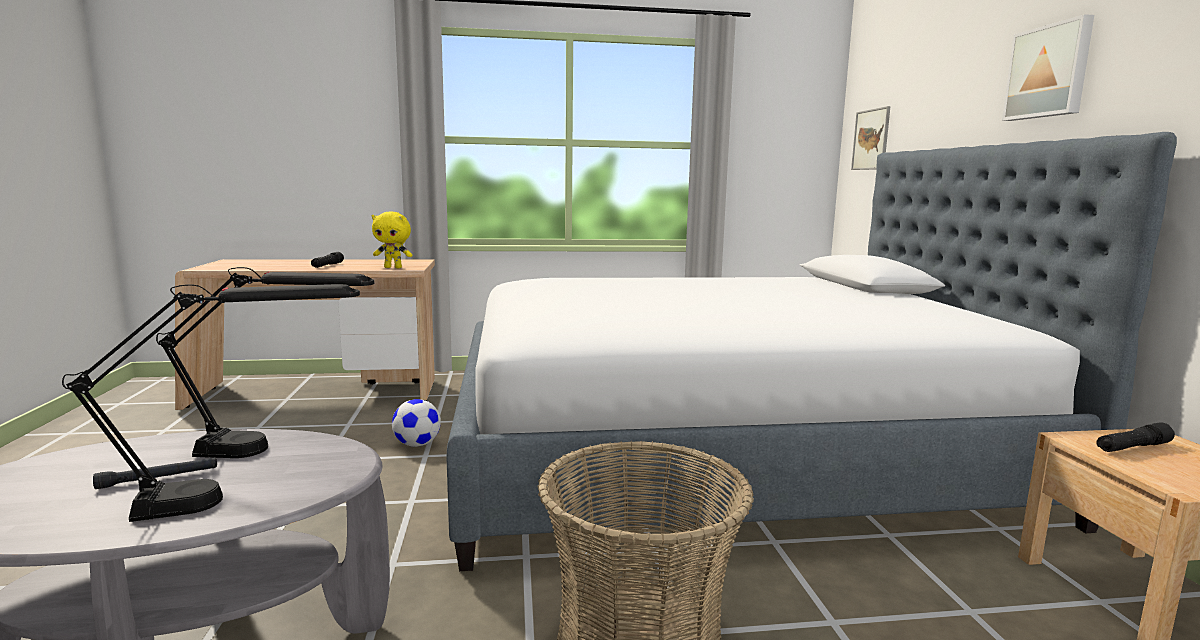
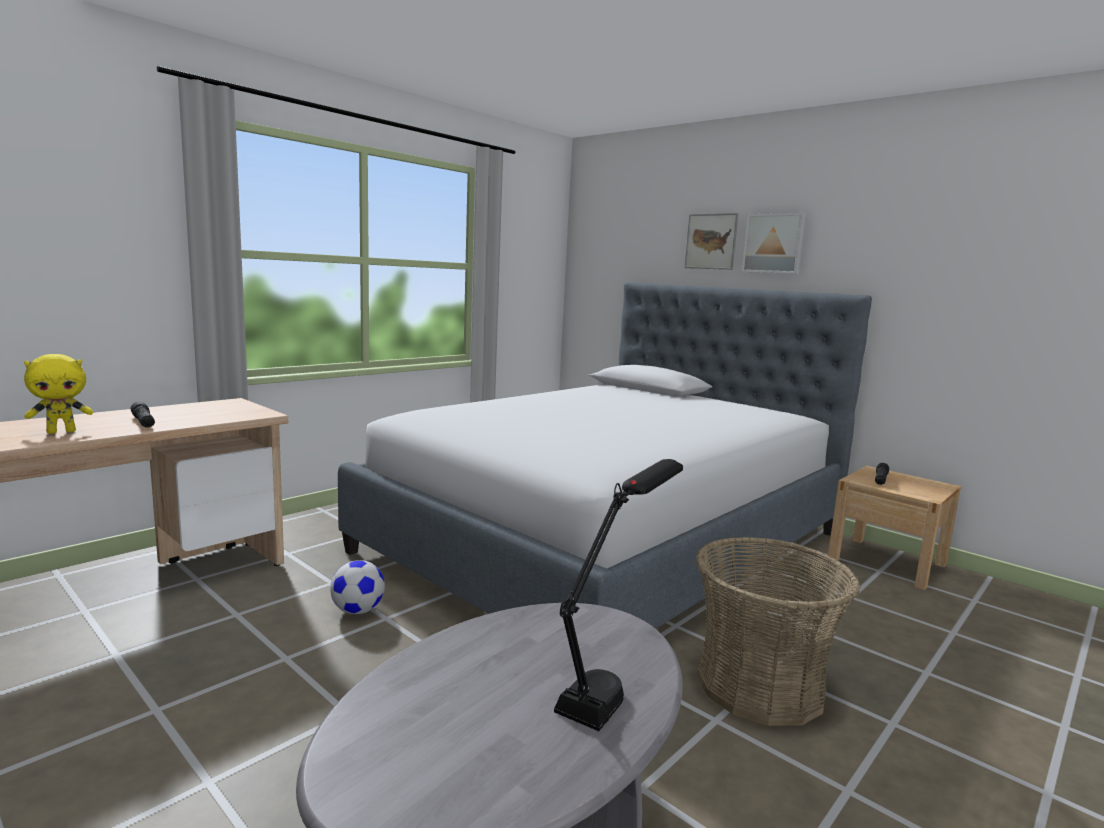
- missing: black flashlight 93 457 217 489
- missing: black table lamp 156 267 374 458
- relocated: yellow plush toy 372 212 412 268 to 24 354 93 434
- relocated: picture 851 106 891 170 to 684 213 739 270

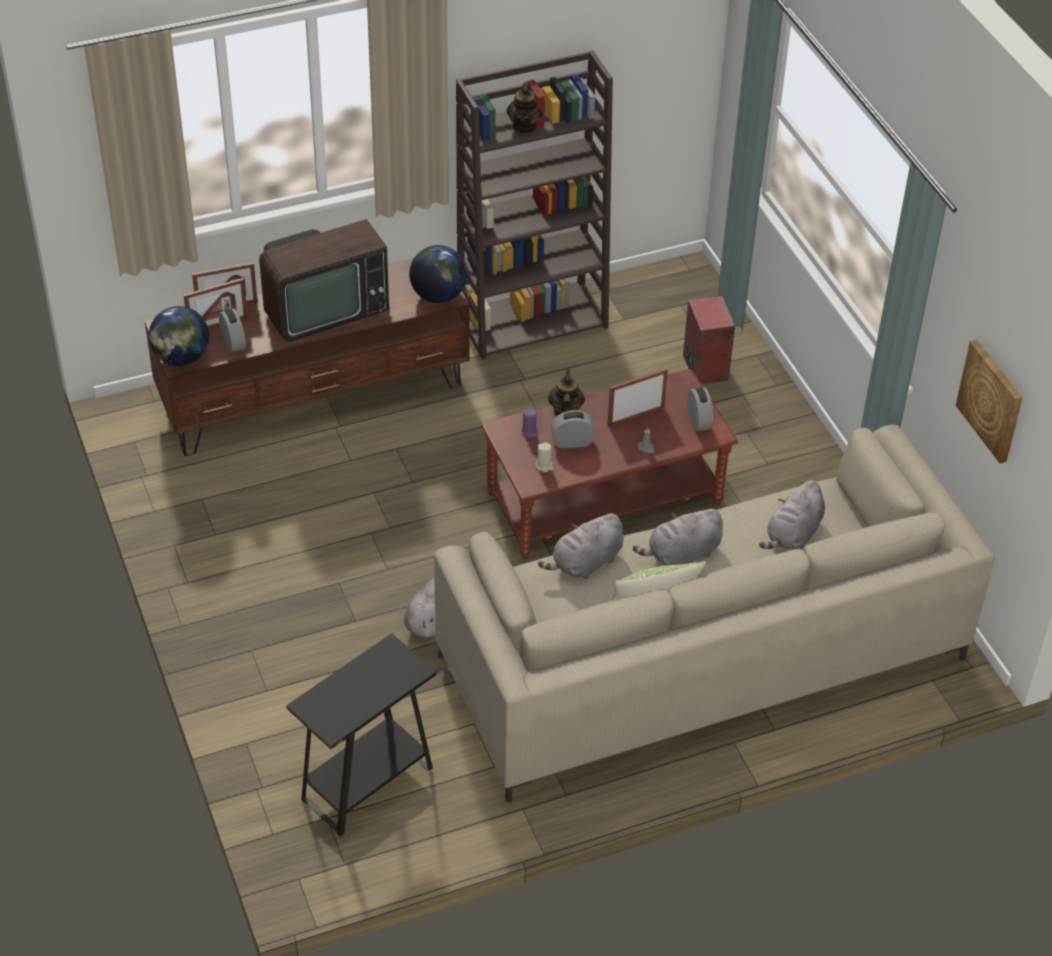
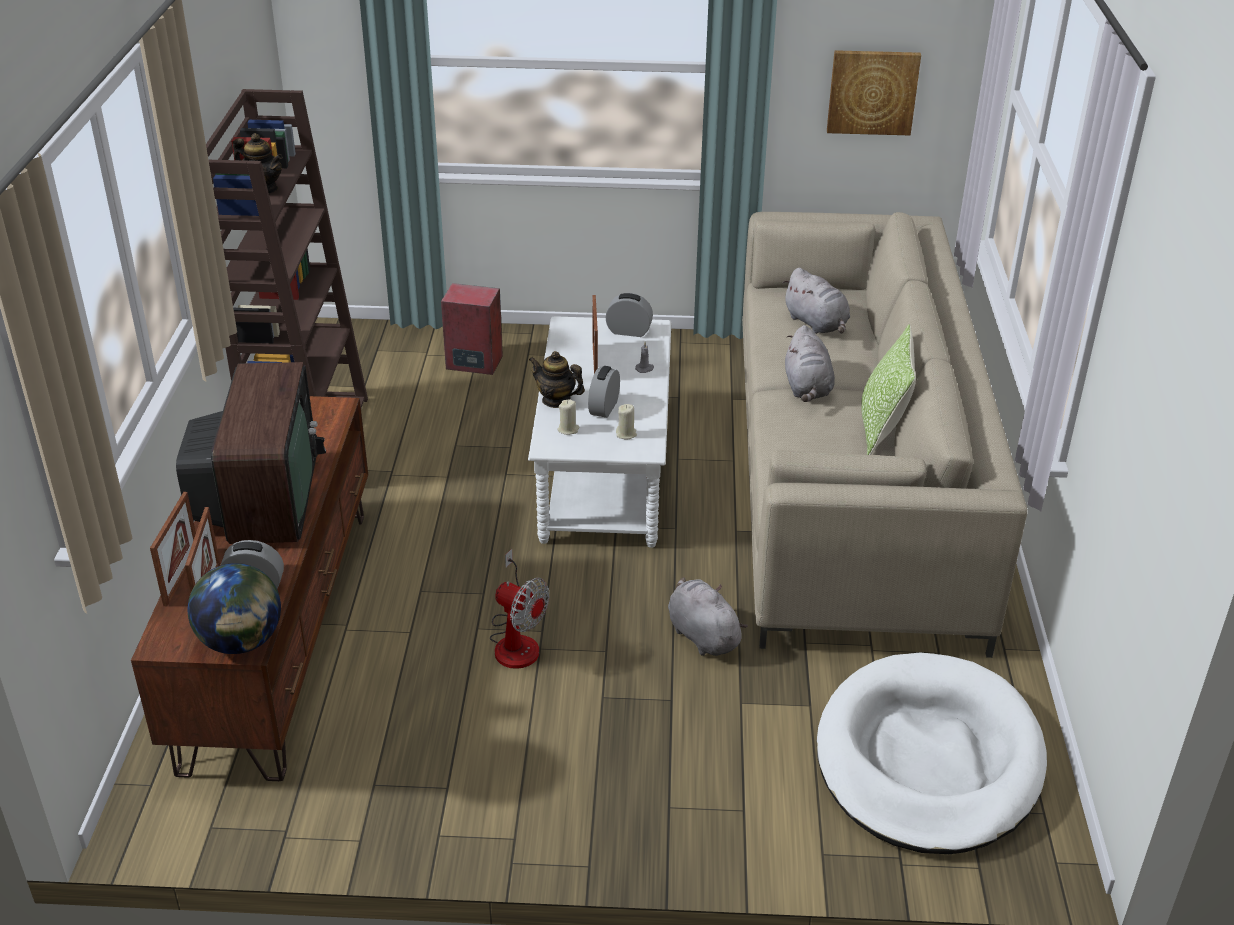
- exchanged: black side table 286 633 436 836 to white dog bed 817 653 1047 854
- missing: globe 409 245 467 303
- colour: brown coffee table 481 369 738 559 to white coffee table 528 316 671 548
- colour: purple candle 521 409 538 438 to beige candle 557 399 579 435
- missing: grey plush toy 538 514 623 579
- appeared: fan 490 549 549 669

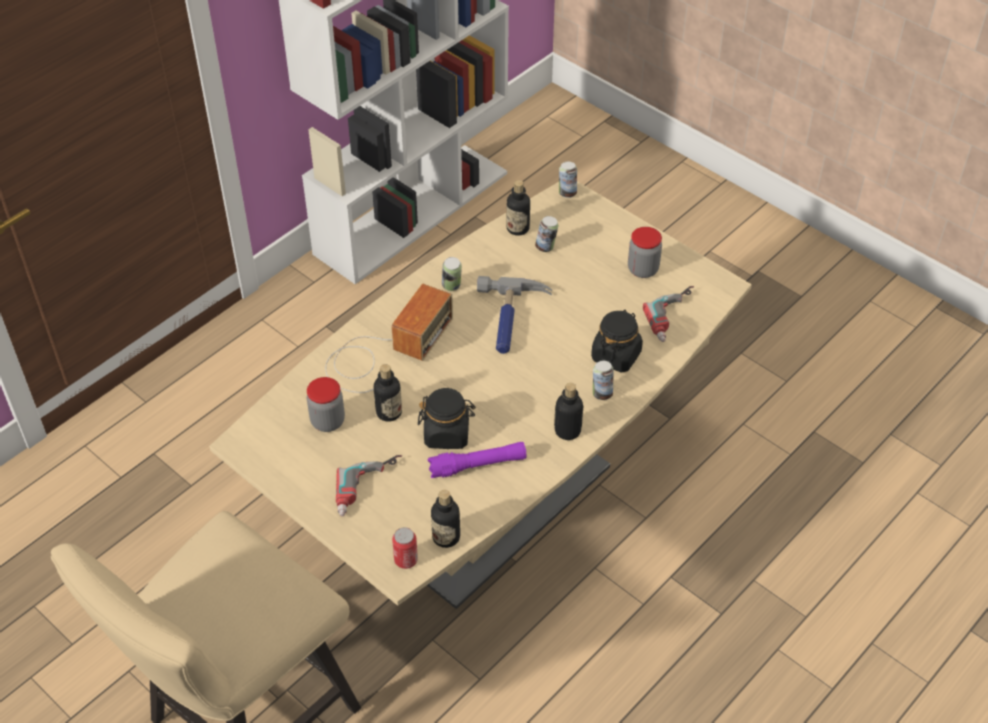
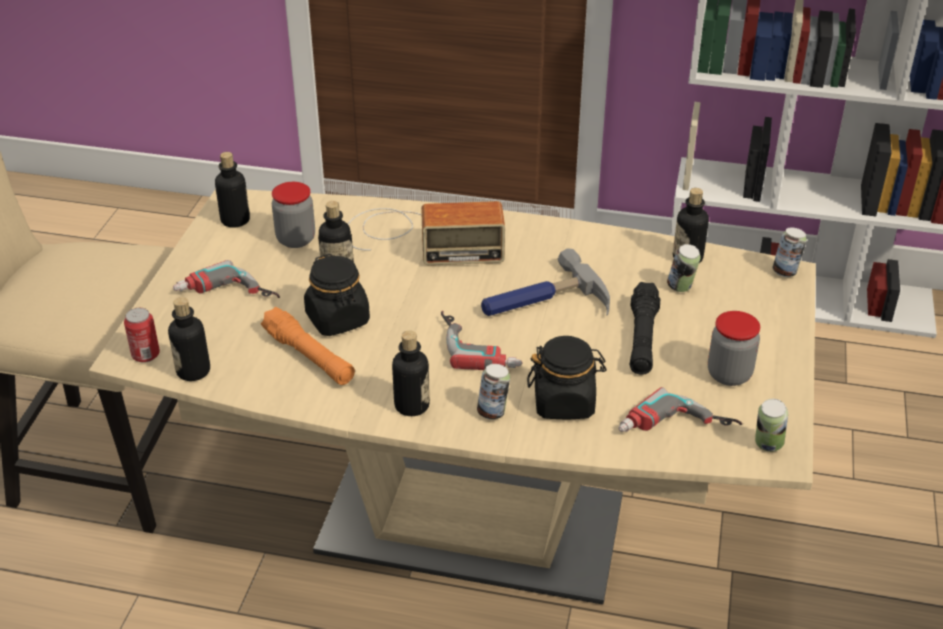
- colour: purple flashlight 428 442 527 478 to orange flashlight 261 307 355 385
- relocated: can 442 257 462 291 to 755 399 788 452
- appeared: bottle 215 152 250 228
- appeared: power drill 441 311 522 370
- appeared: black flashlight 630 282 660 375

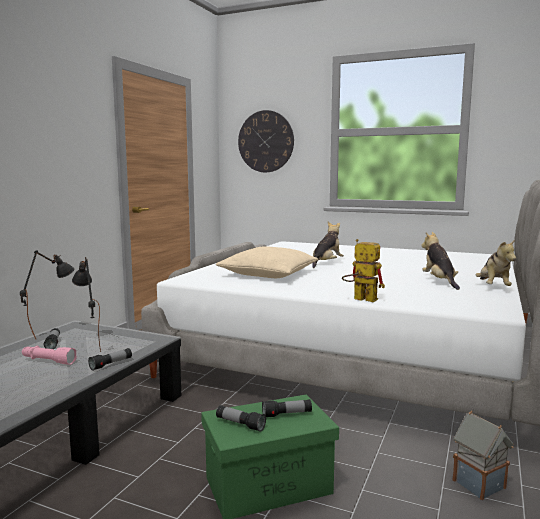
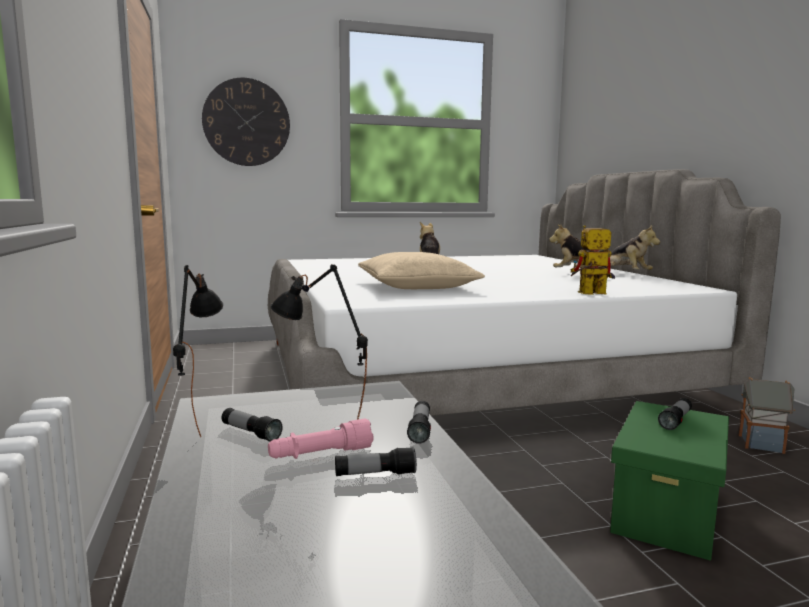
- relocated: flashlight 216 405 266 432 to 335 447 417 476

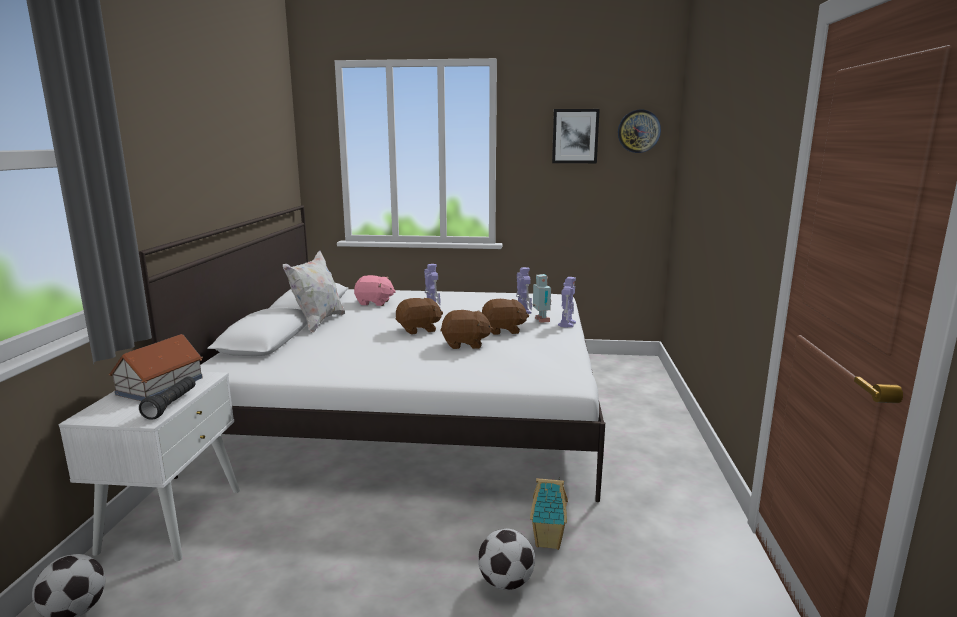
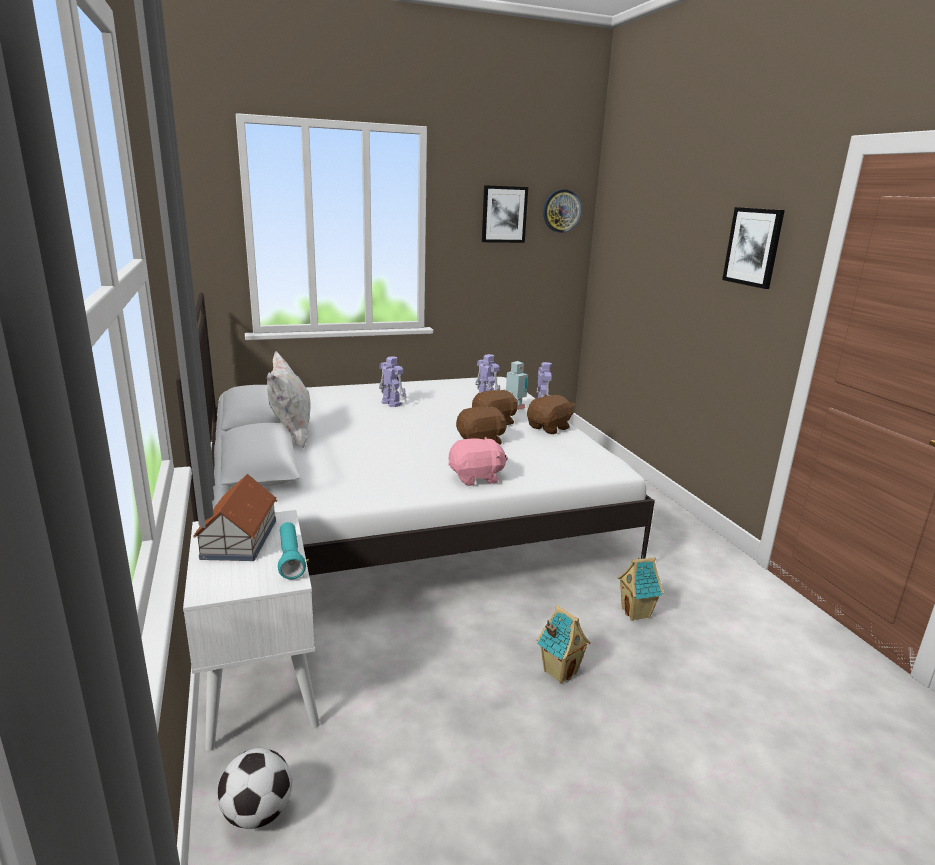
- colour: black flashlight 139 376 196 420 to turquoise flashlight 278 522 306 579
- relocated: pink plush toy 354 275 396 306 to 448 437 508 486
- relocated: brown plush toy 396 298 443 334 to 527 394 575 434
- missing: football 478 529 535 590
- appeared: toy house 537 605 591 684
- appeared: picture 722 207 785 289

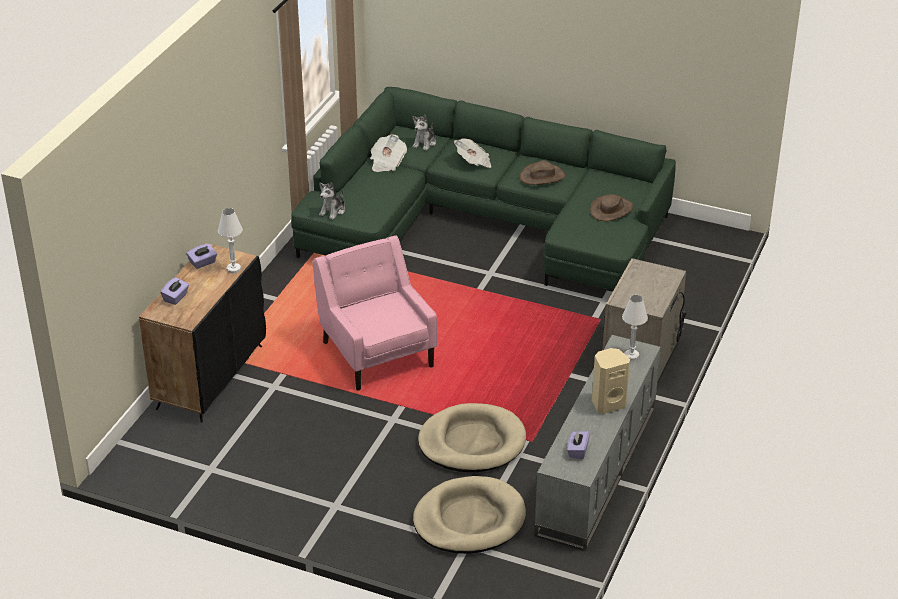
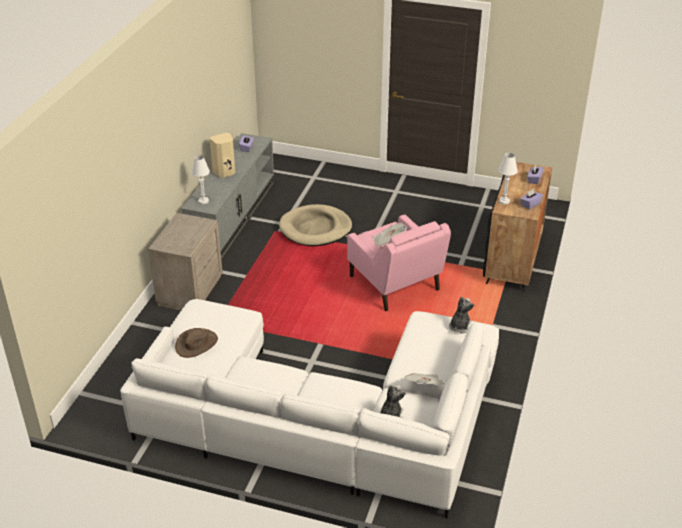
- colour: green sofa 291 87 676 292 to white sofa 120 299 499 518
- missing: beige dog bed 413 476 526 554
- relocated: newspaper 454 138 491 168 to 373 223 407 246
- missing: brown hat 520 160 565 185

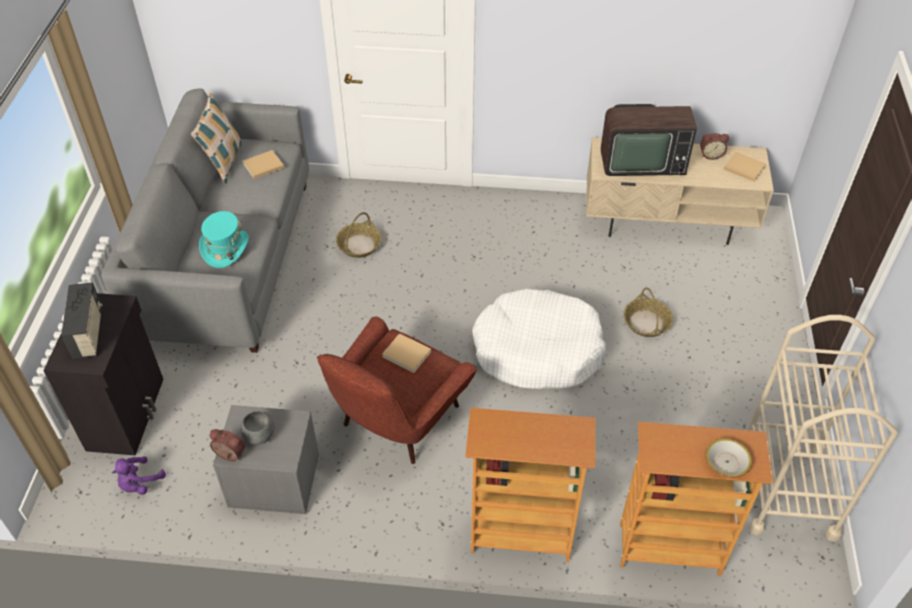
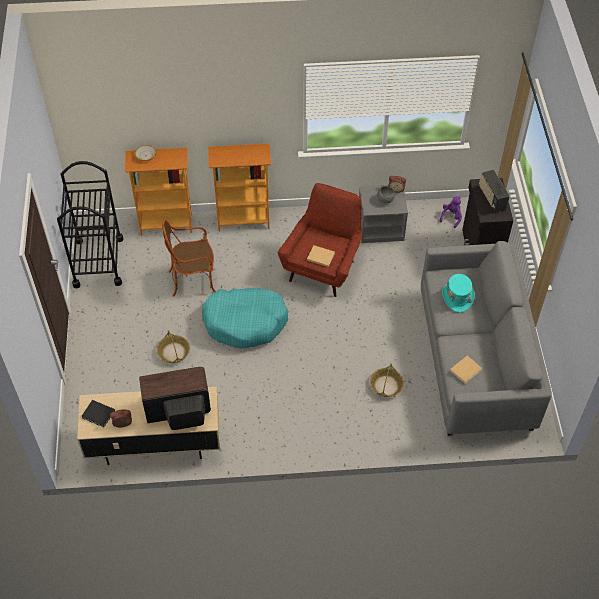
- missing: pillow 191 93 242 184
- colour: white dog bed 472 288 606 389 to turquoise dog bed 202 288 288 348
- colour: beige book 724 152 766 182 to black book 81 400 115 427
- colour: beige cart 748 315 898 542 to black cart 57 161 123 288
- appeared: armchair 162 219 216 297

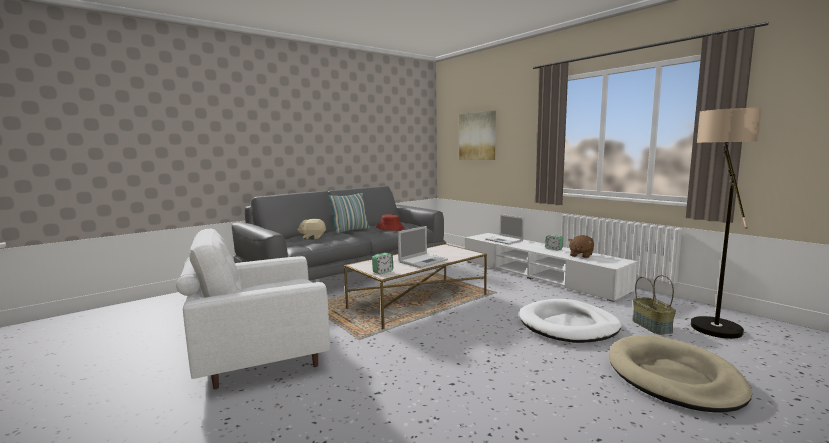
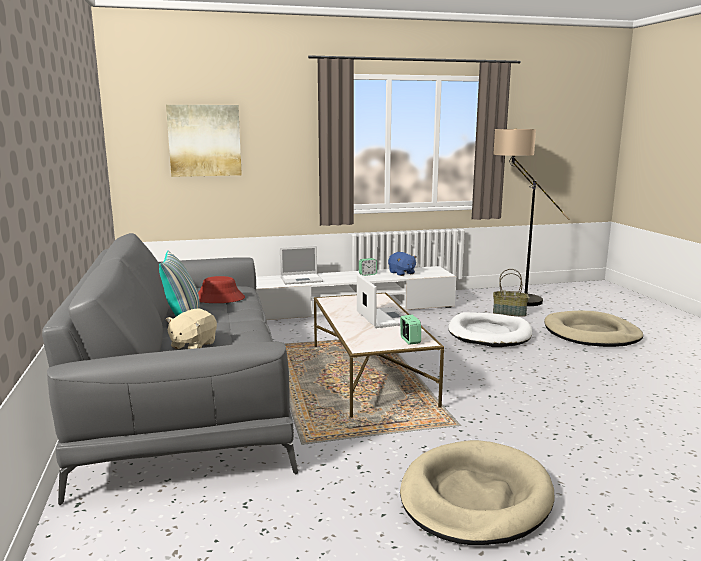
- exchanged: white armchair 176 229 330 389 to beige dog bed 400 440 555 545
- colour: brown plush toy 568 235 594 258 to blue plush toy 388 252 417 276

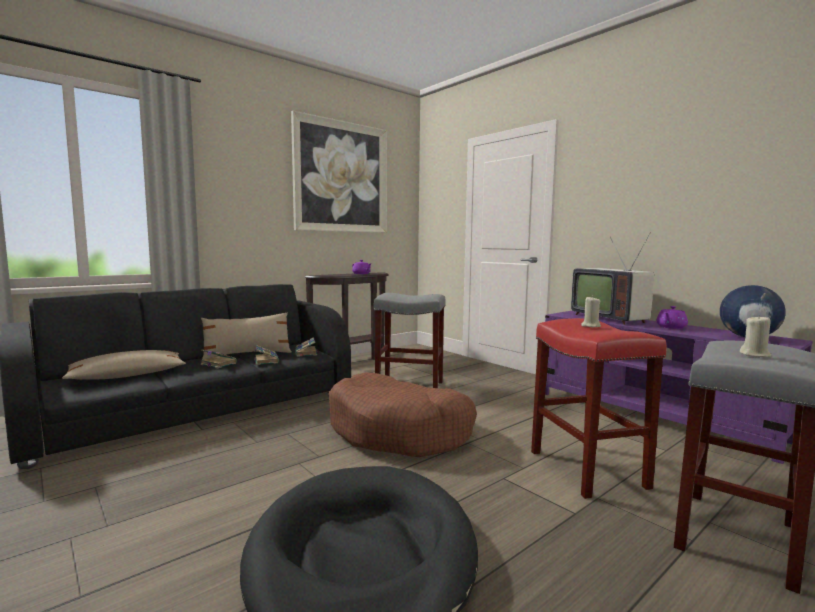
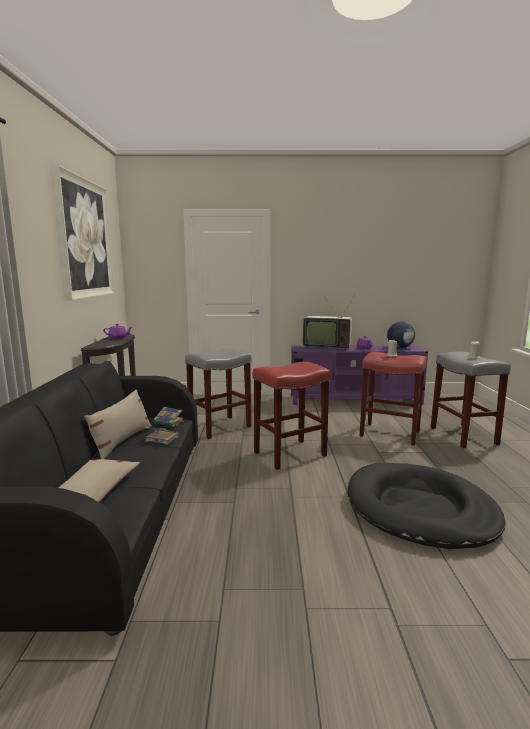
- missing: book 200 349 237 368
- exchanged: brown dog bed 329 372 477 457 to red stool 253 362 331 470

